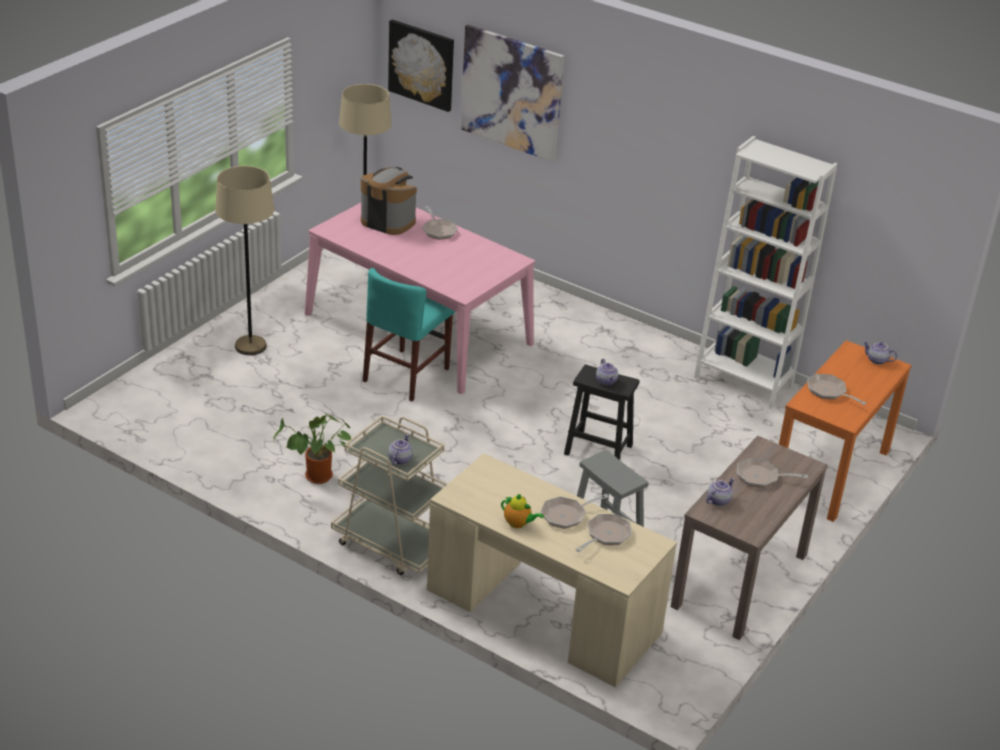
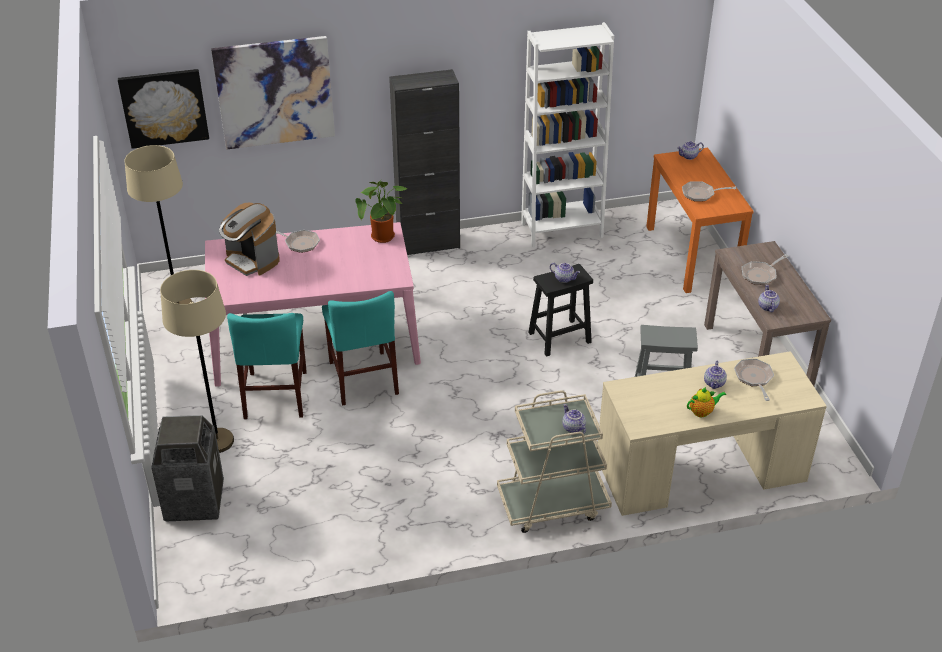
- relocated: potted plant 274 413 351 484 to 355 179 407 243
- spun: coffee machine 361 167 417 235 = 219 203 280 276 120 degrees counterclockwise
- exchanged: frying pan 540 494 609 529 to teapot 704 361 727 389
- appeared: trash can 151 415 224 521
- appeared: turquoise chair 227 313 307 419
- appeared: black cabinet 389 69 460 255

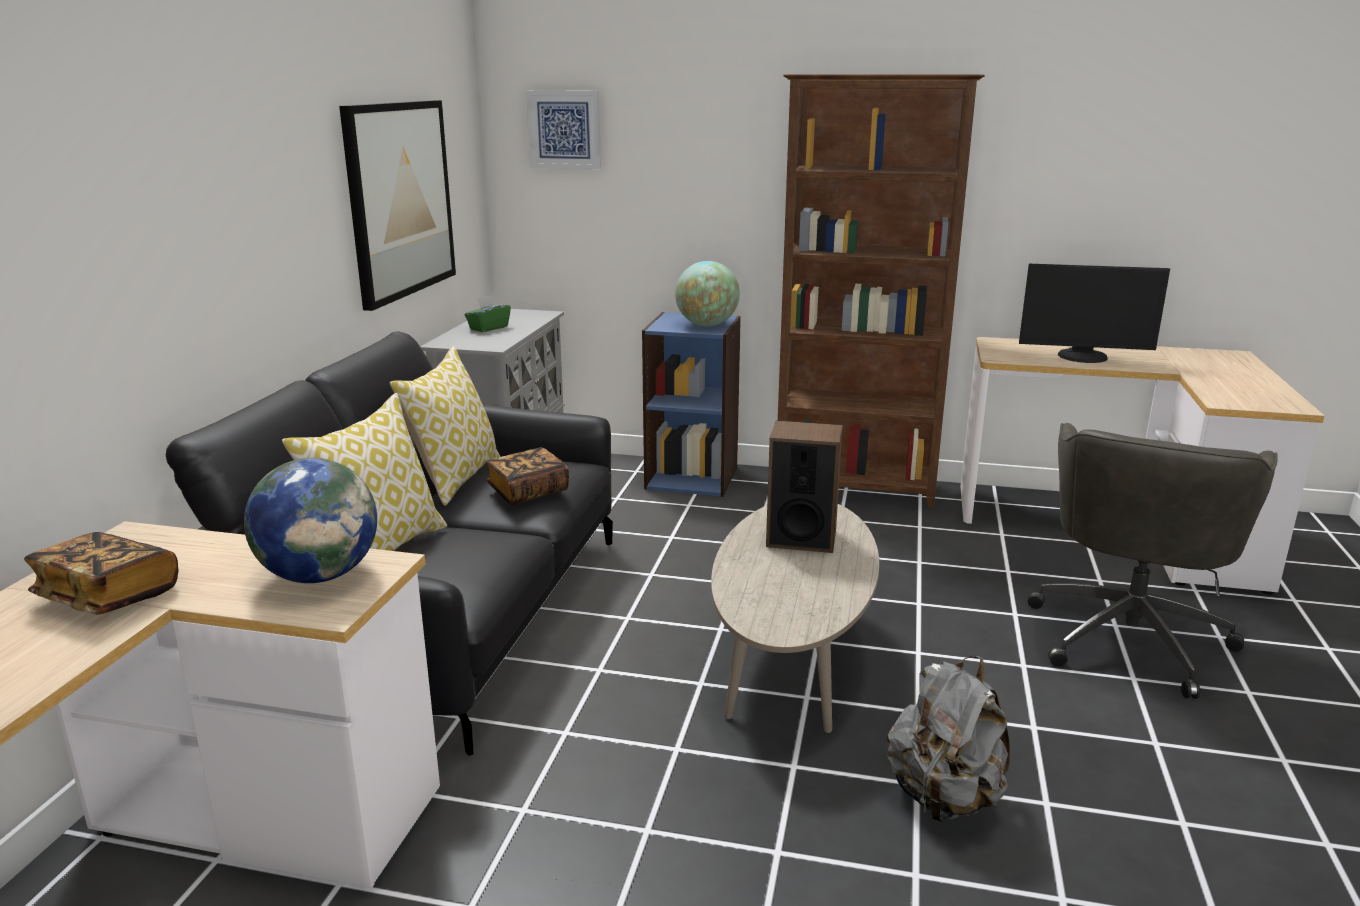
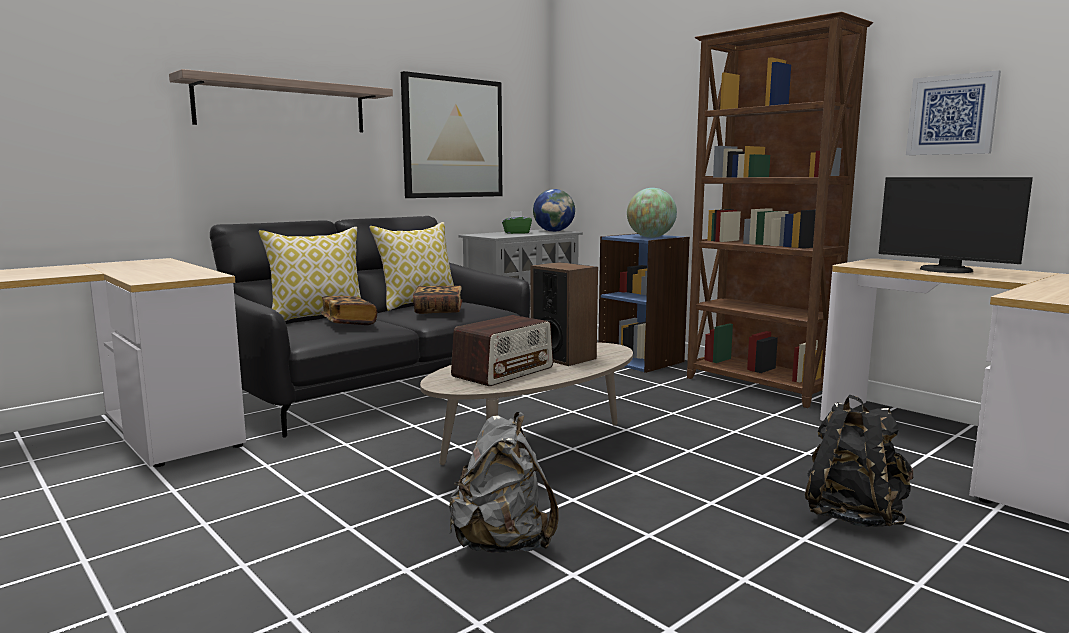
- relocated: book 24 532 179 615 to 321 296 377 325
- relocated: globe 244 458 377 583 to 533 189 575 232
- relocated: picture 526 90 601 169 to 906 70 1001 155
- exchanged: grey office chair 1028 423 1278 699 to black backpack 805 395 913 527
- appeared: shelf 169 69 393 132
- appeared: radio 451 315 553 386

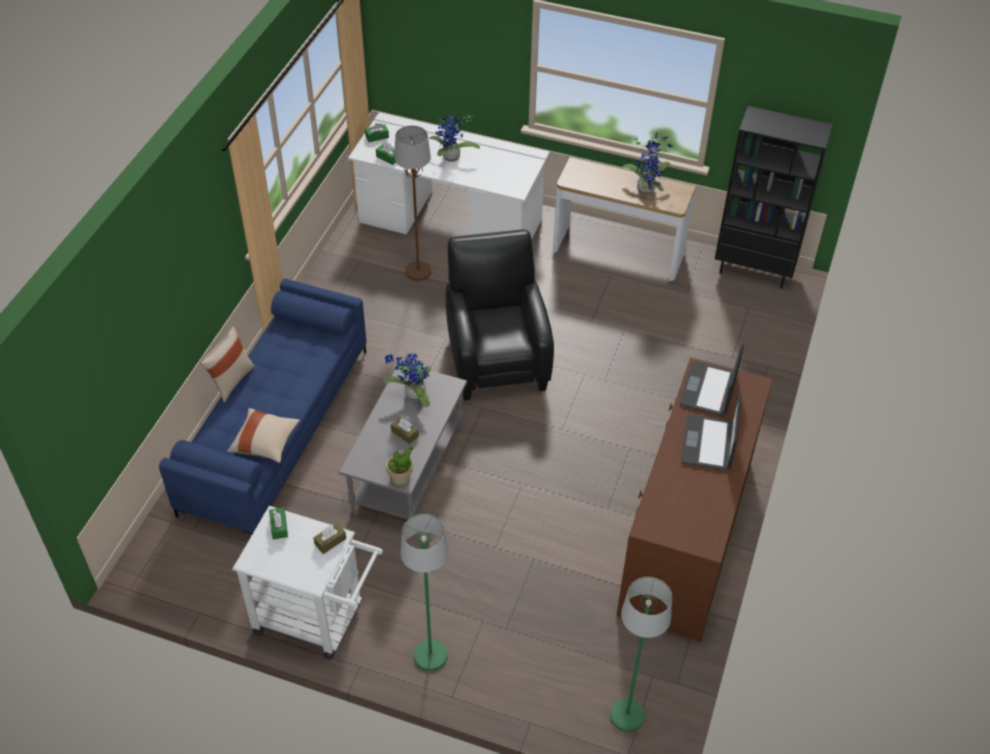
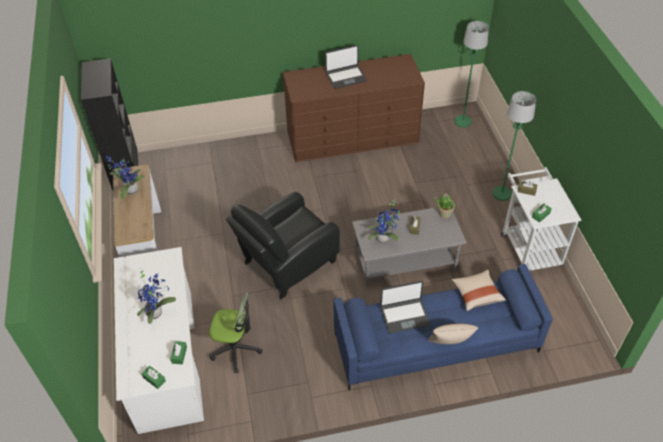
- exchanged: brown floor lamp 394 126 431 281 to office chair 209 292 262 373
- relocated: laptop 680 343 744 415 to 380 281 430 333

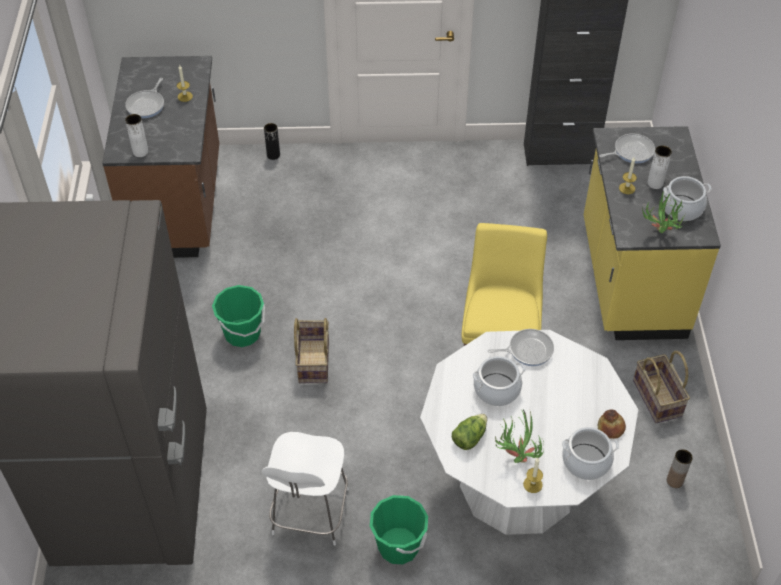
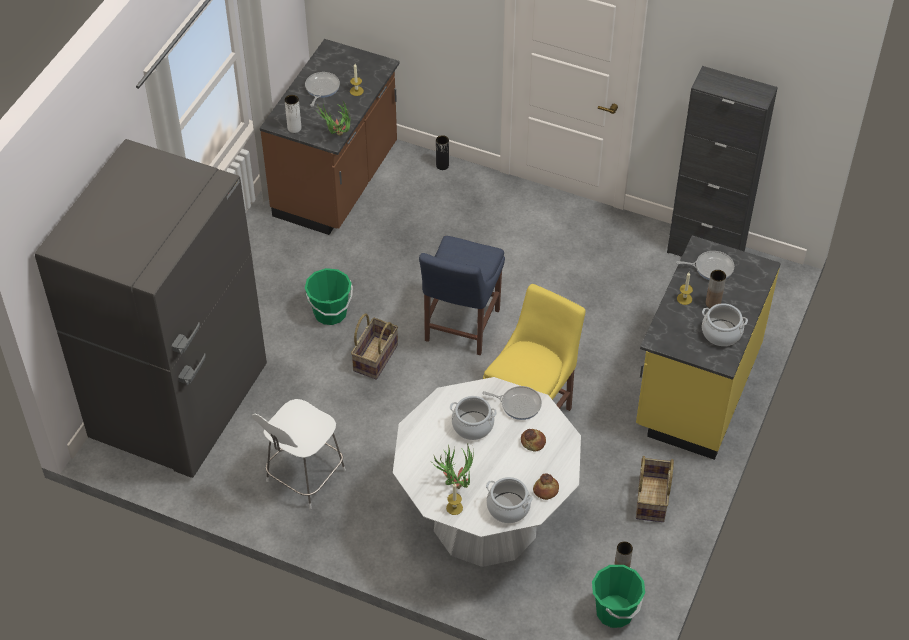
- spun: frying pan 125 78 164 118 = 305 72 340 107 150 degrees clockwise
- relocated: green bucket 370 495 428 564 to 592 565 645 628
- missing: lettuce 452 414 487 450
- relocated: potted plant 642 193 685 233 to 316 100 350 136
- colour: white vase 647 145 672 189 to brown vase 706 270 726 308
- appeared: blue chair 419 236 505 355
- appeared: bread 521 429 546 452

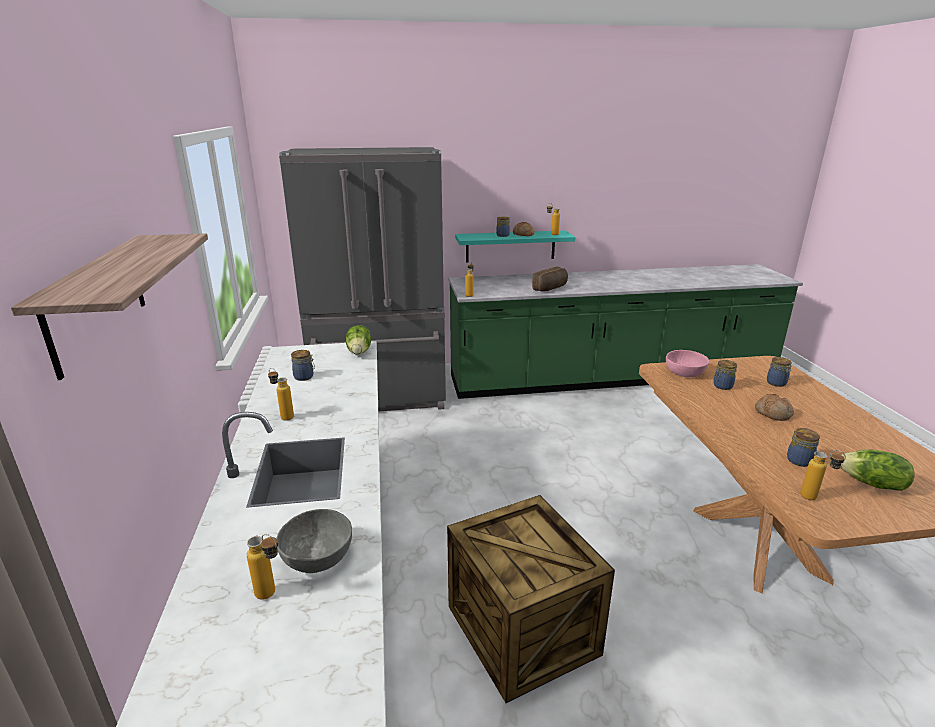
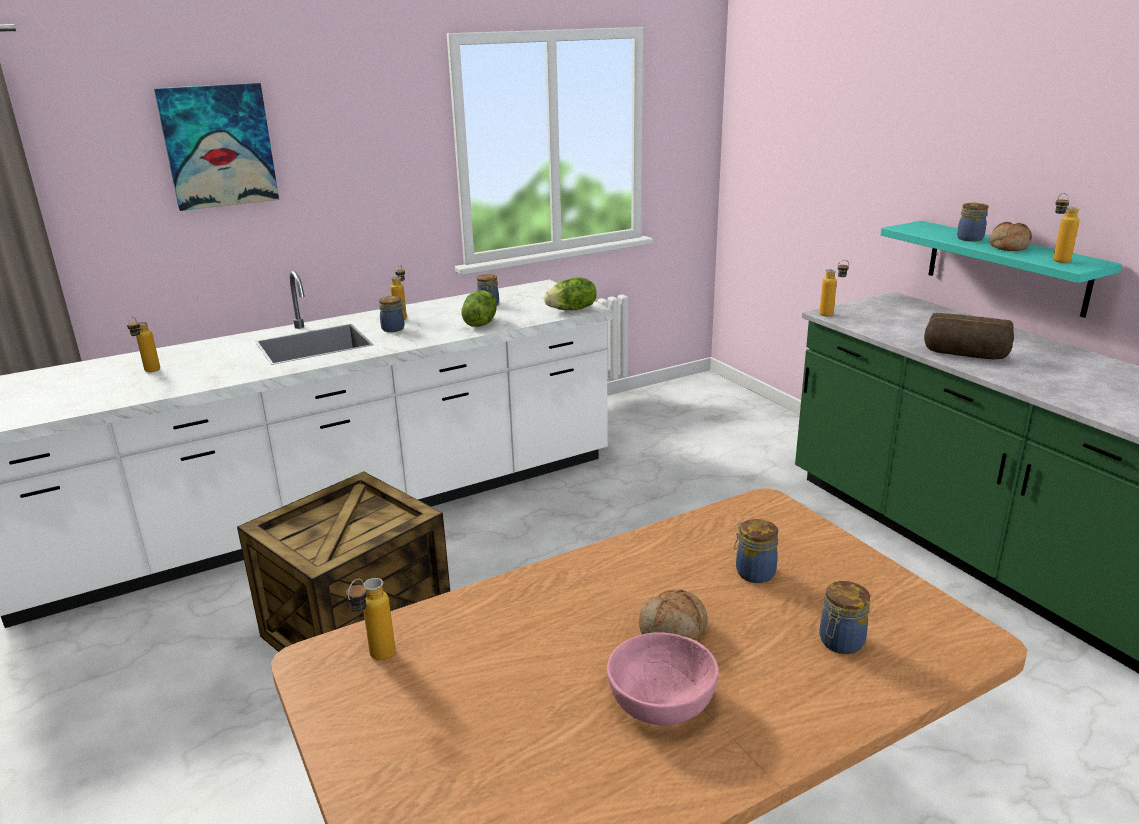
- exchanged: shelf 11 233 208 380 to picture 154 83 279 211
- missing: grey bowl 276 509 352 573
- missing: grey fridge 279 147 446 412
- relocated: pink bowl 666 350 709 377 to 607 632 719 726
- relocated: jar 787 428 820 467 to 379 296 407 332
- relocated: lettuce 840 449 915 491 to 461 290 497 327

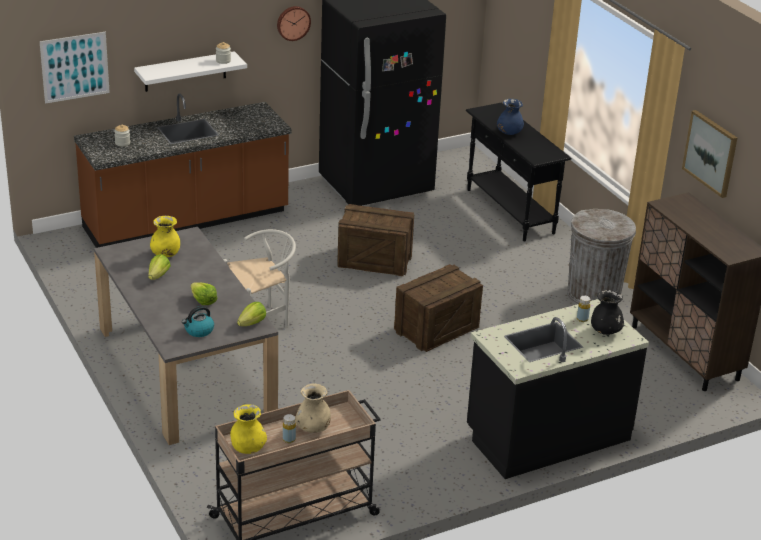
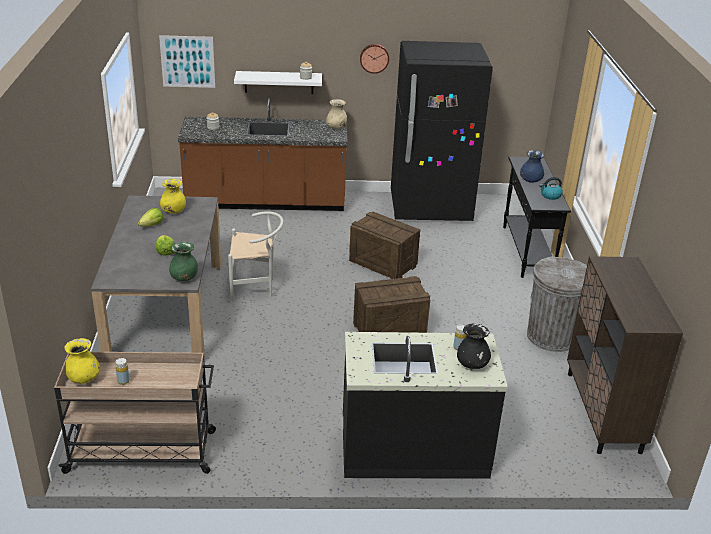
- relocated: kettle 182 306 214 337 to 539 177 563 200
- exchanged: lettuce 237 302 266 326 to green vase 169 242 198 281
- relocated: beige vase 295 384 331 433 to 326 99 347 129
- missing: picture 682 110 737 198

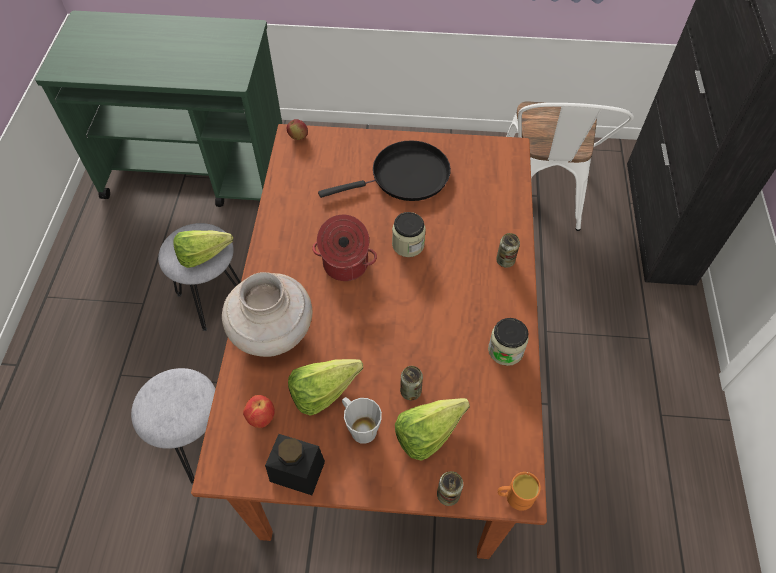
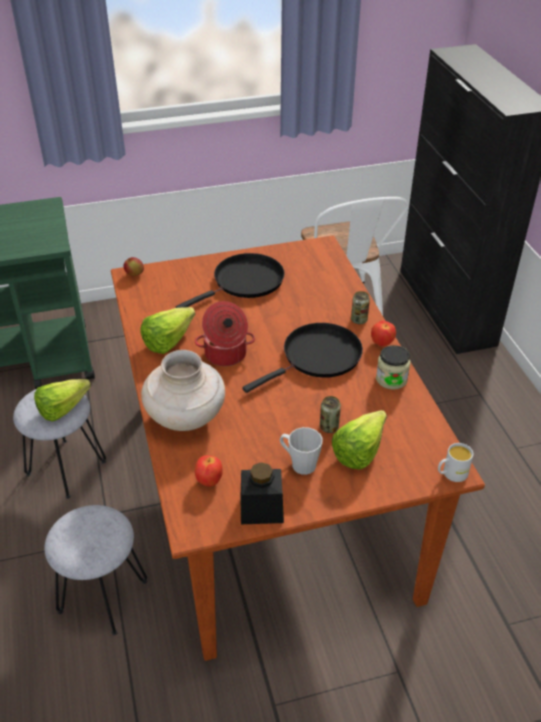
- relocated: lettuce 288 359 363 416 to 140 307 195 354
- missing: jar 392 212 426 257
- missing: can 437 471 463 506
- colour: orange mug 498 472 541 511 to white mug 438 443 473 482
- appeared: black frying pan 242 323 363 393
- appeared: apple 371 321 396 346

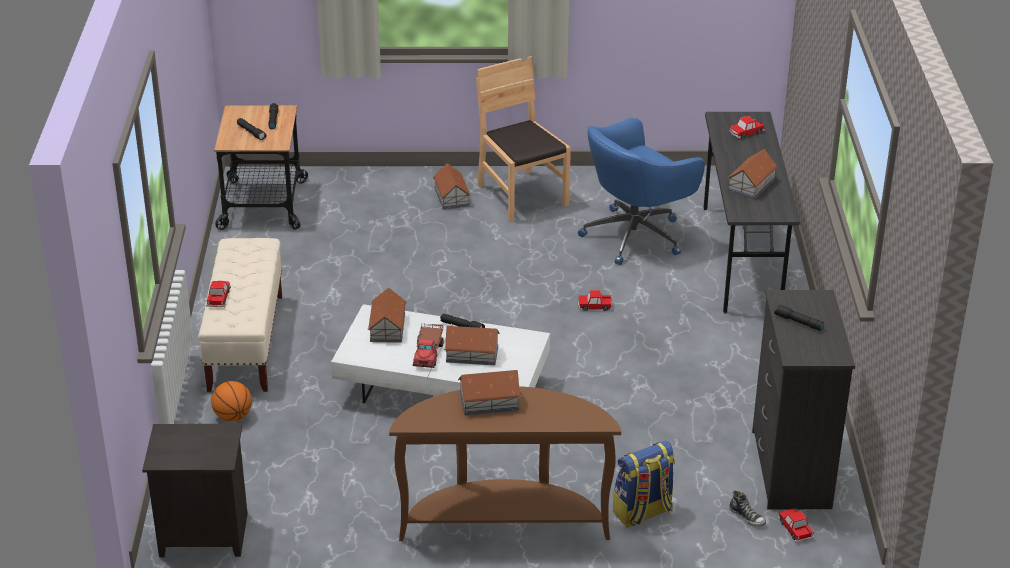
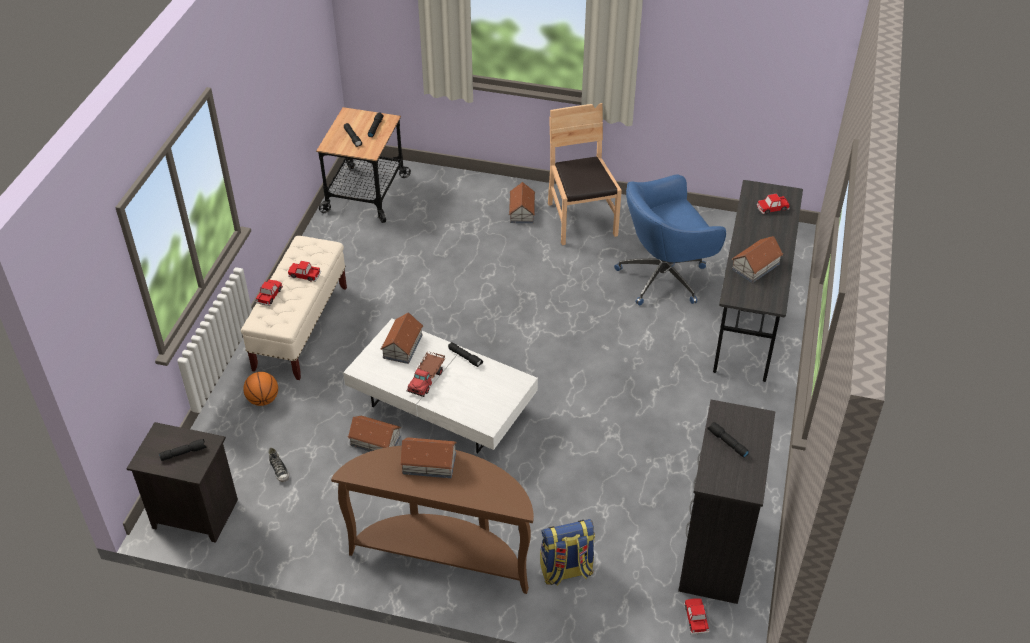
- relocated: toy house 444 326 500 365 to 347 416 401 451
- relocated: toy car 578 290 612 311 to 288 261 321 282
- relocated: shoe 729 490 766 527 to 269 448 289 482
- appeared: black flashlight 159 439 207 461

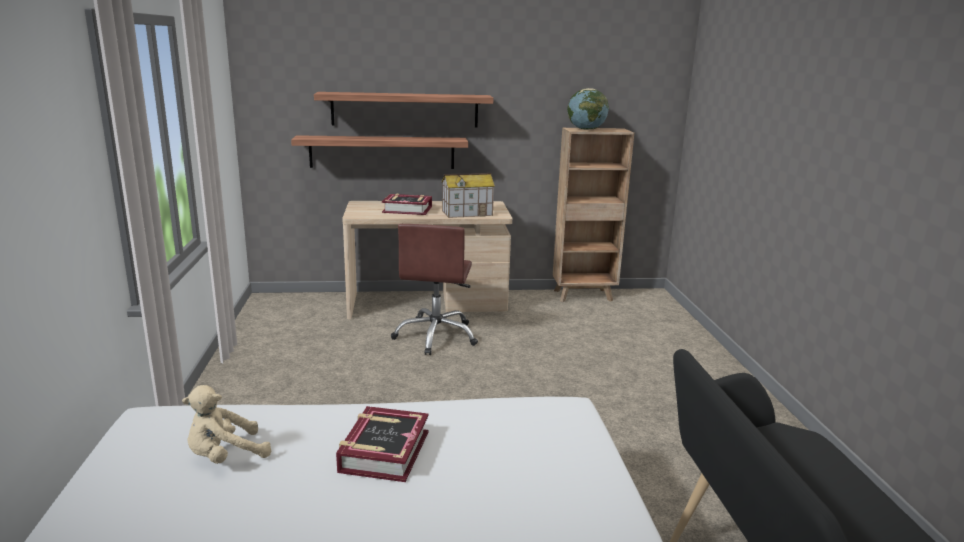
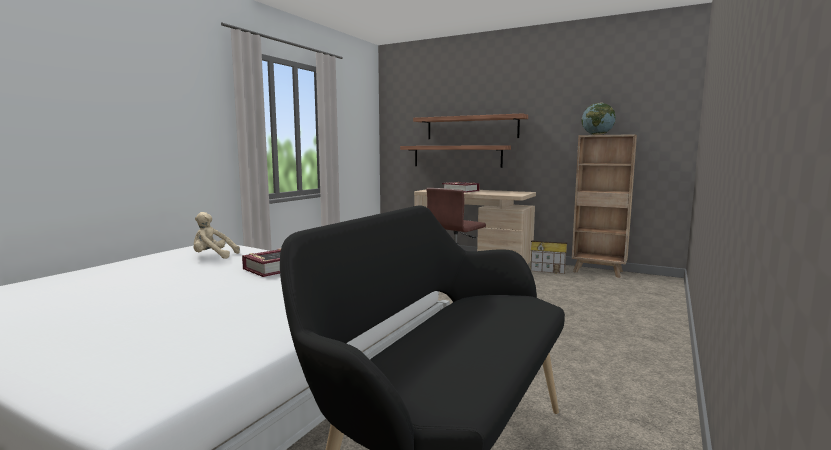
- relocated: toy house 442 173 495 218 to 531 240 567 274

